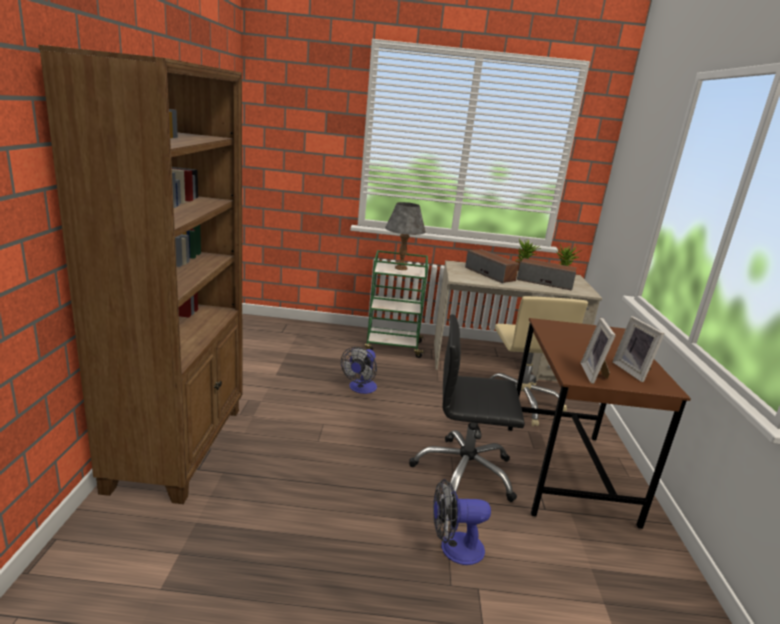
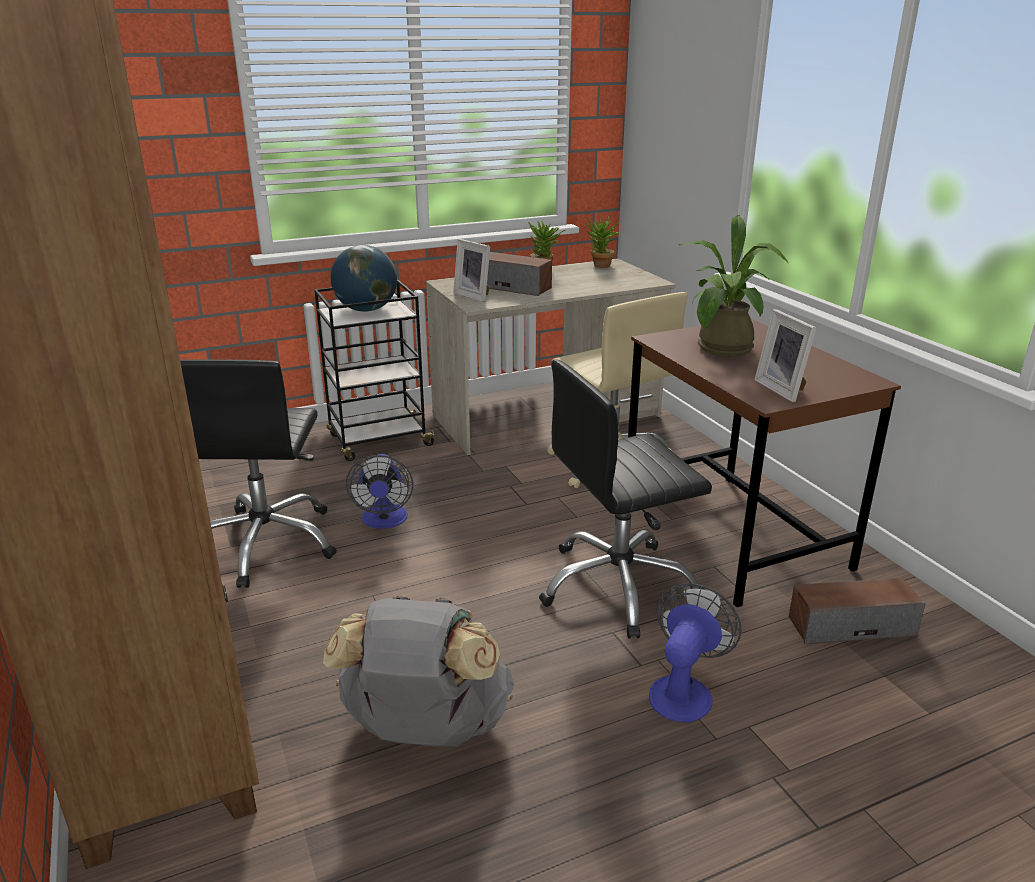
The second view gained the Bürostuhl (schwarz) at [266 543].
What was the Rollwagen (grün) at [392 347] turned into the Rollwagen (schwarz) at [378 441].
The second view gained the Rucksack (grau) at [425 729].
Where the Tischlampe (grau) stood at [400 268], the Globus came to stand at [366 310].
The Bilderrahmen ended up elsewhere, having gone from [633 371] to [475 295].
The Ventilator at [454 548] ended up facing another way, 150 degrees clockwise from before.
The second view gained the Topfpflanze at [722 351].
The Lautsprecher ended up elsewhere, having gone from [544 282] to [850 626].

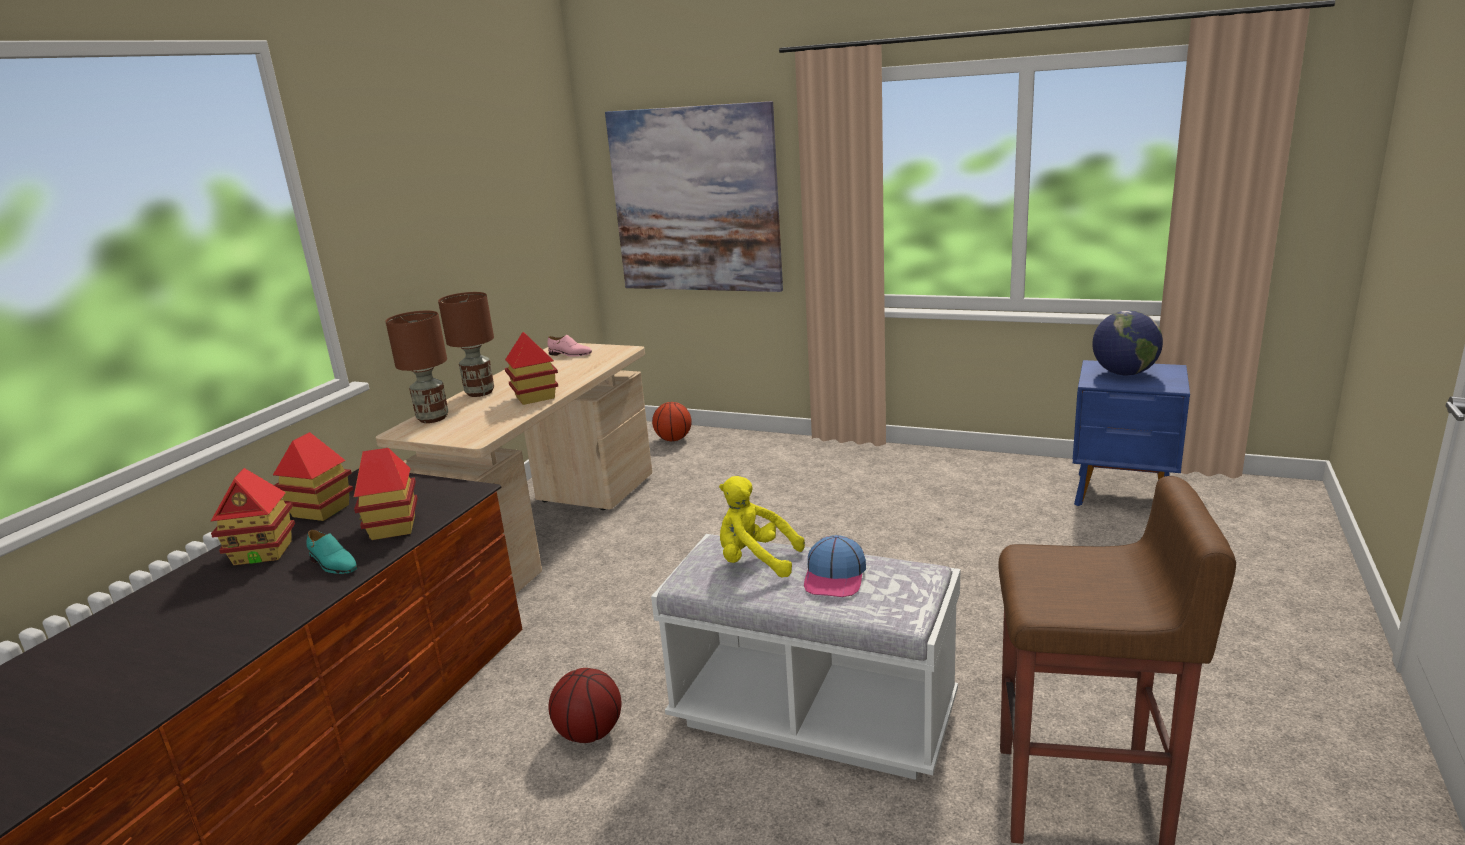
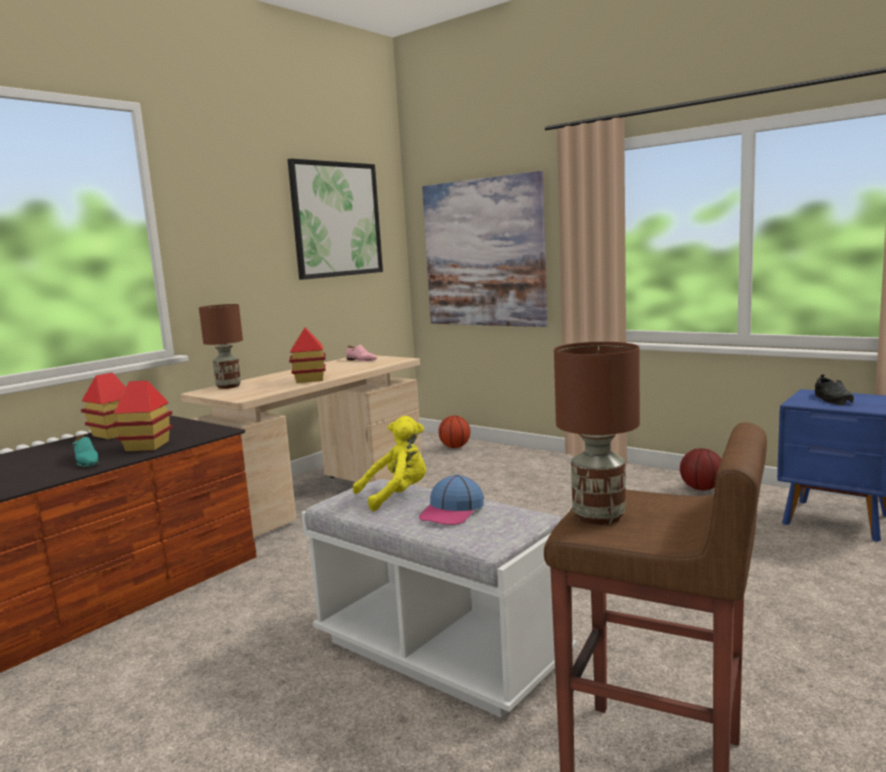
The second view gained the Bild at [336 219].
The Plüschtier (gelb) at [755 561] ended up facing another way, 120 degrees clockwise from before.
The Tischlampe (braun) ended up elsewhere, having gone from [480 392] to [599 516].
The Basketball ended up elsewhere, having gone from [589 733] to [701 488].
Where the Globus stood at [1124 373], the Schuh (schwarz) came to stand at [833 399].
The second view lost the Spielzeughaus at [263 553].

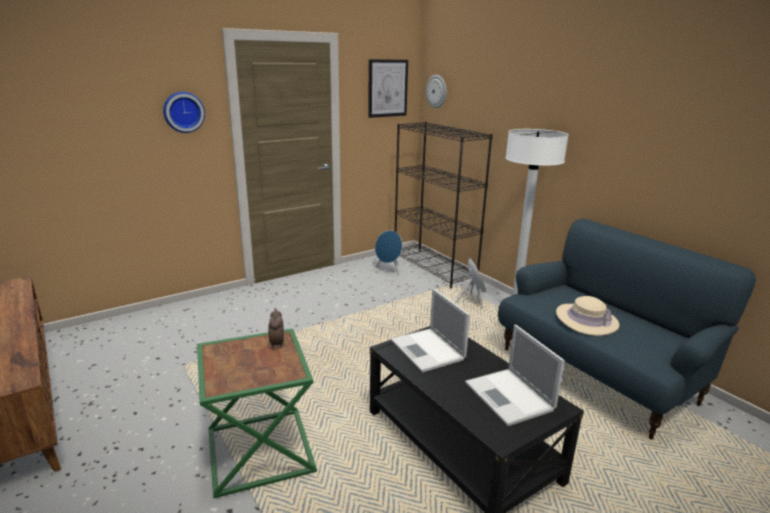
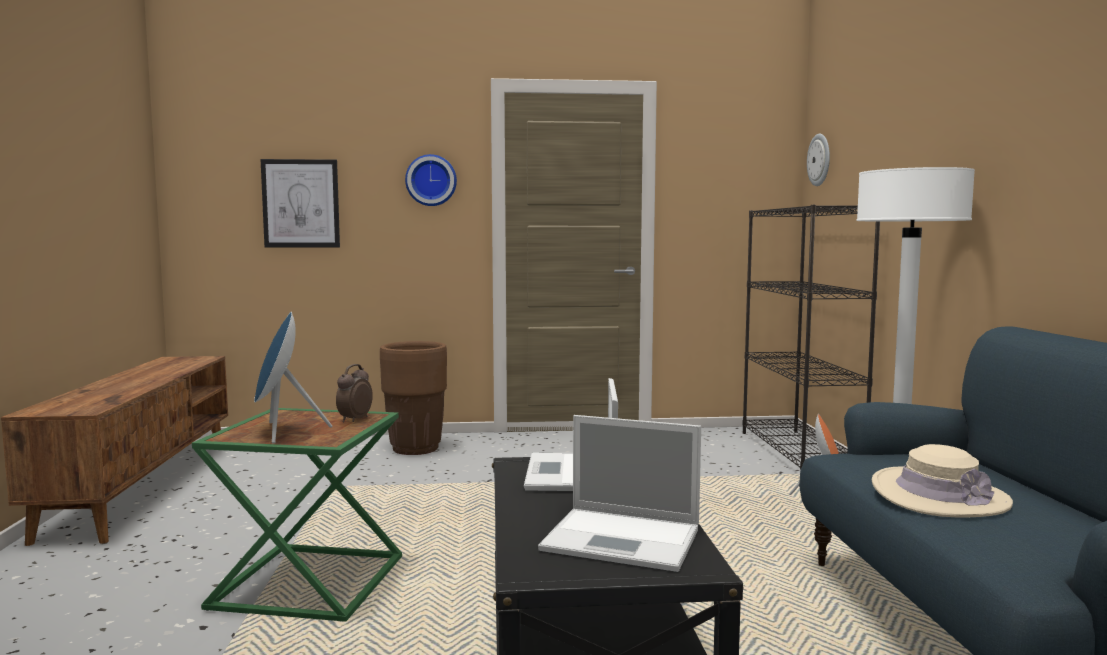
The Lautsprecher (blau) ended up elsewhere, having gone from [389 270] to [282 432].
The Bild ended up elsewhere, having gone from [387 88] to [301 203].
The second view gained the Pflanzkübel (braun) at [416 449].
The Laptop at [510 397] ended up facing another way, 75 degrees counterclockwise from before.

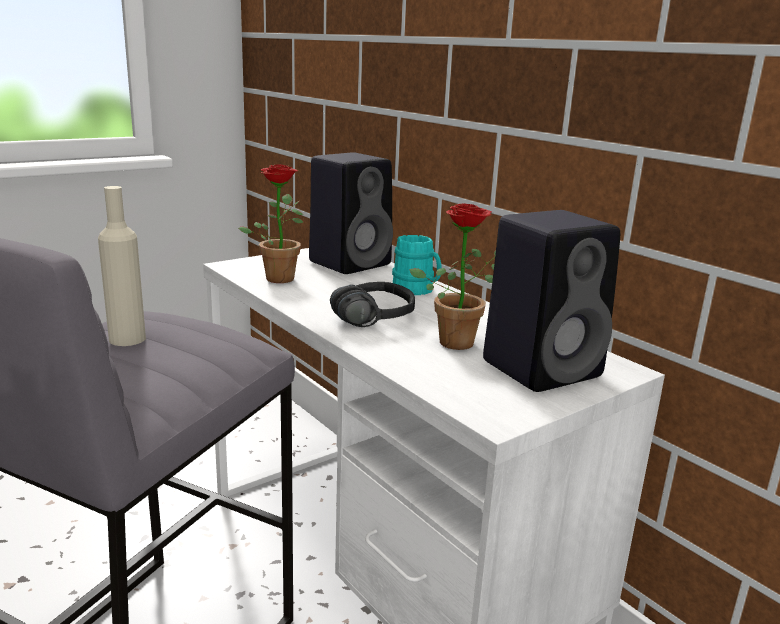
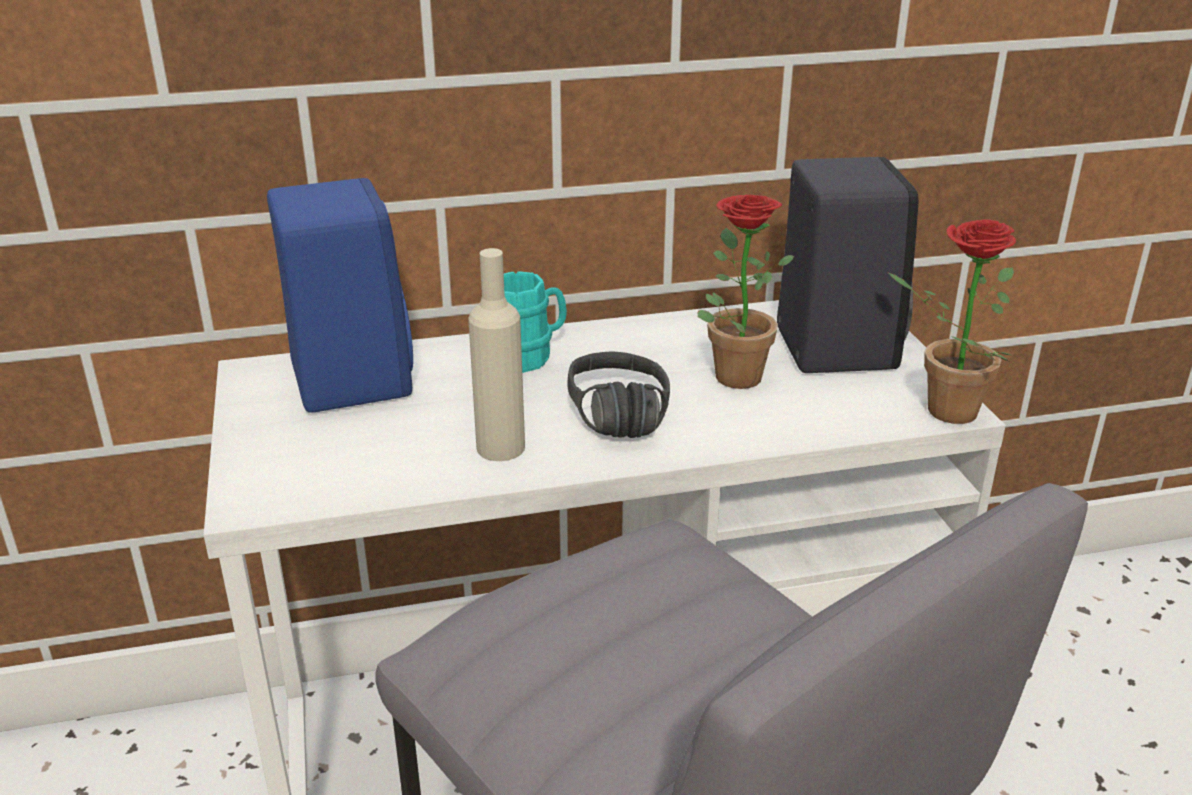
What was the Lautsprecher (schwarz) at [351 262] turned into the Lautsprecher (blau) at [349 378].
The Flasche (beige) ended up elsewhere, having gone from [127 339] to [500 447].
The Topfpflanze ended up elsewhere, having gone from [279 277] to [940 410].

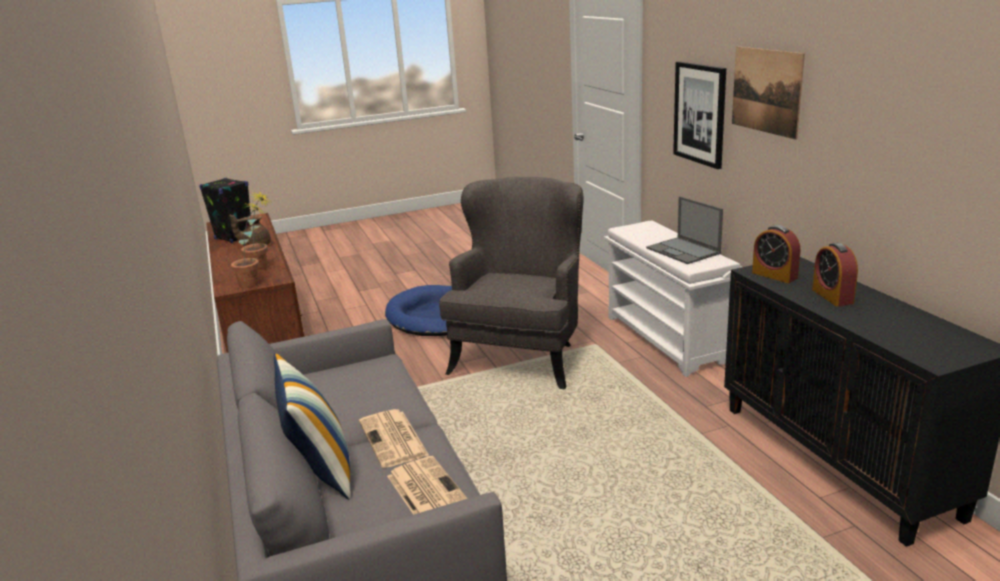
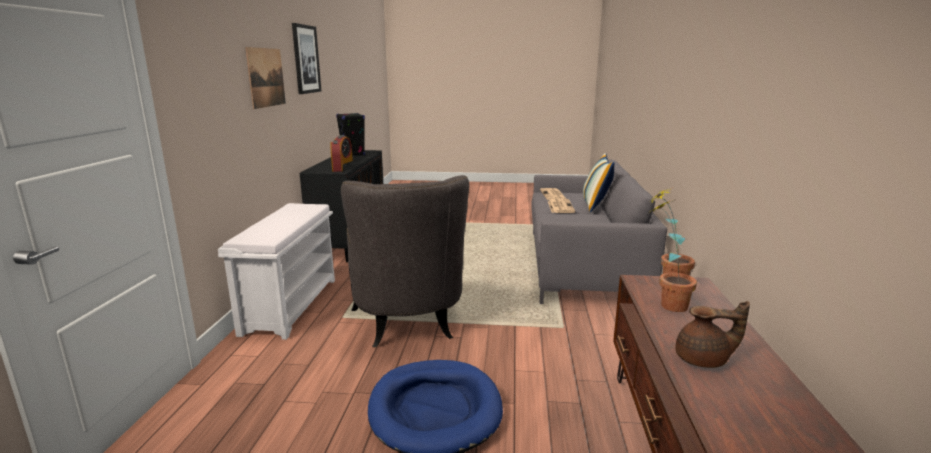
The Bild ended up elsewhere, having gone from [700 113] to [306 59].
The Lautsprecher (schwarz) ended up elsewhere, having gone from [233 237] to [353 154].
The Sessel (grau) at [521 356] ended up facing another way, 60 degrees counterclockwise from before.
The second view lost the Laptop at [684 251].

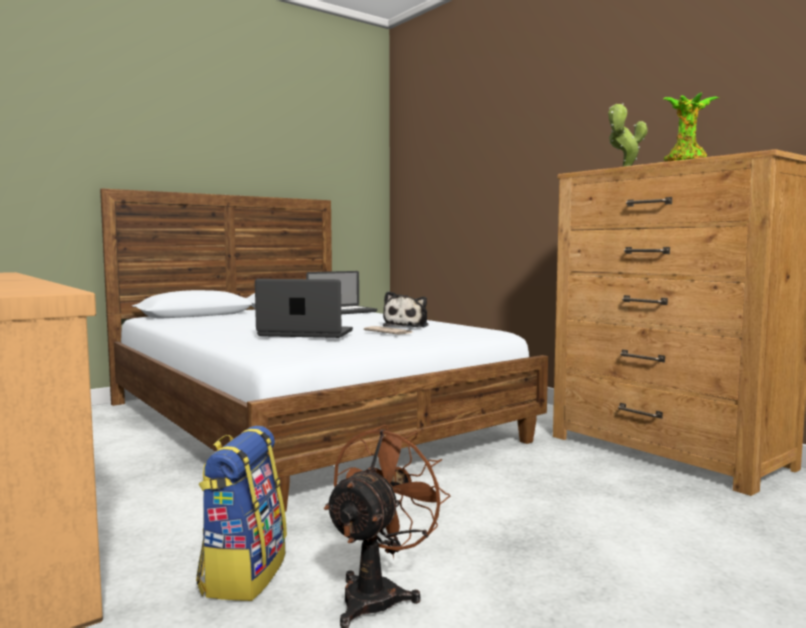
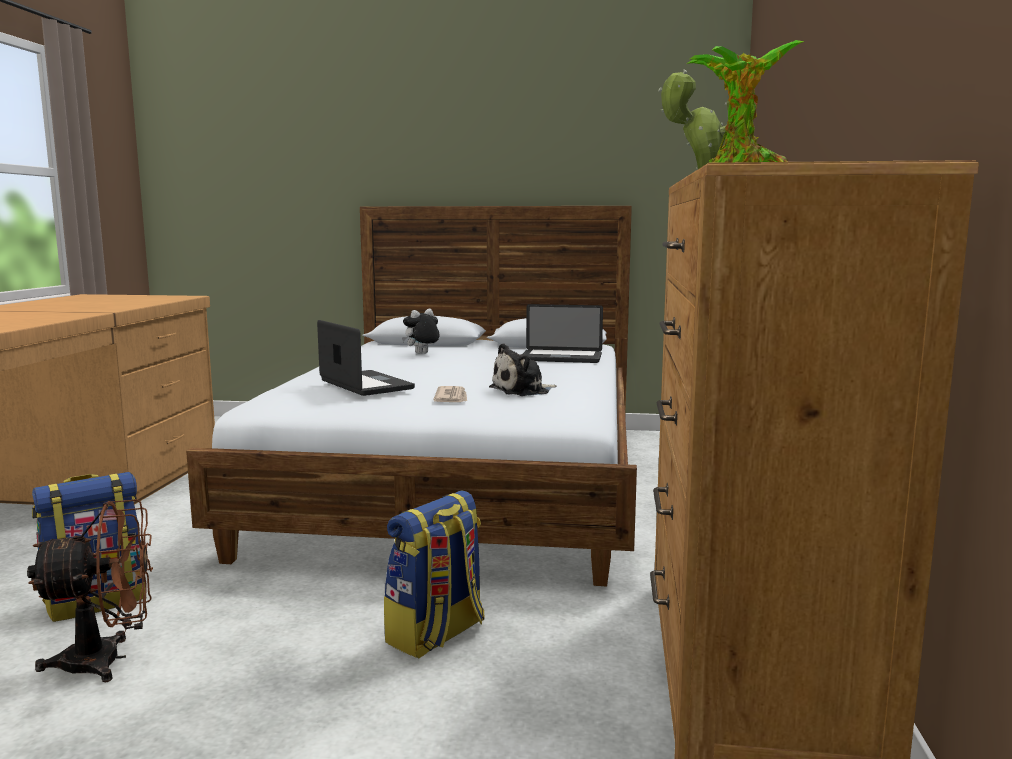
The second view gained the Rucksack at [436 634].
The second view gained the Plüschtier at [422 354].

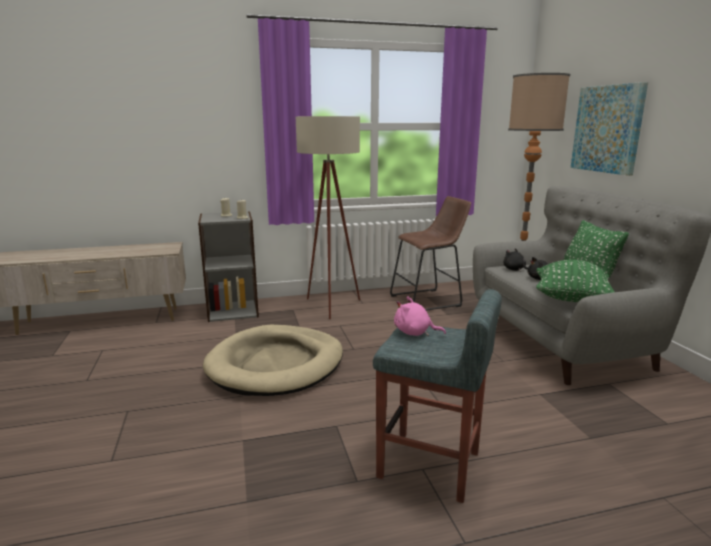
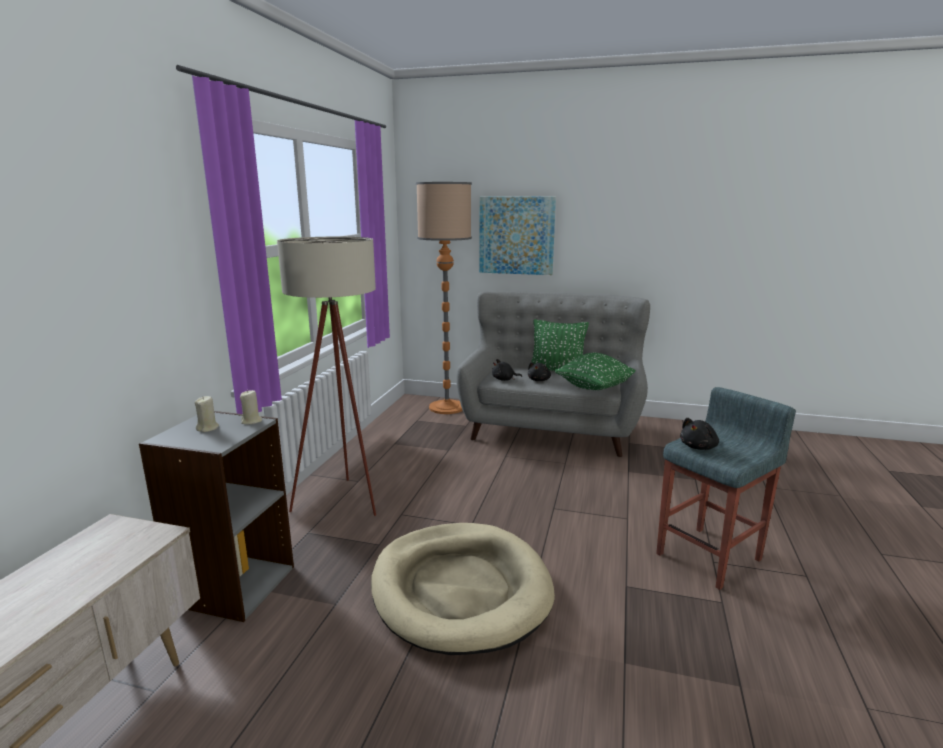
What was the Plüschtier (rosa) at [414 333] turned into the Plüschtier (schwarz) at [699 447].
The second view lost the Hocker (braun) at [429 300].

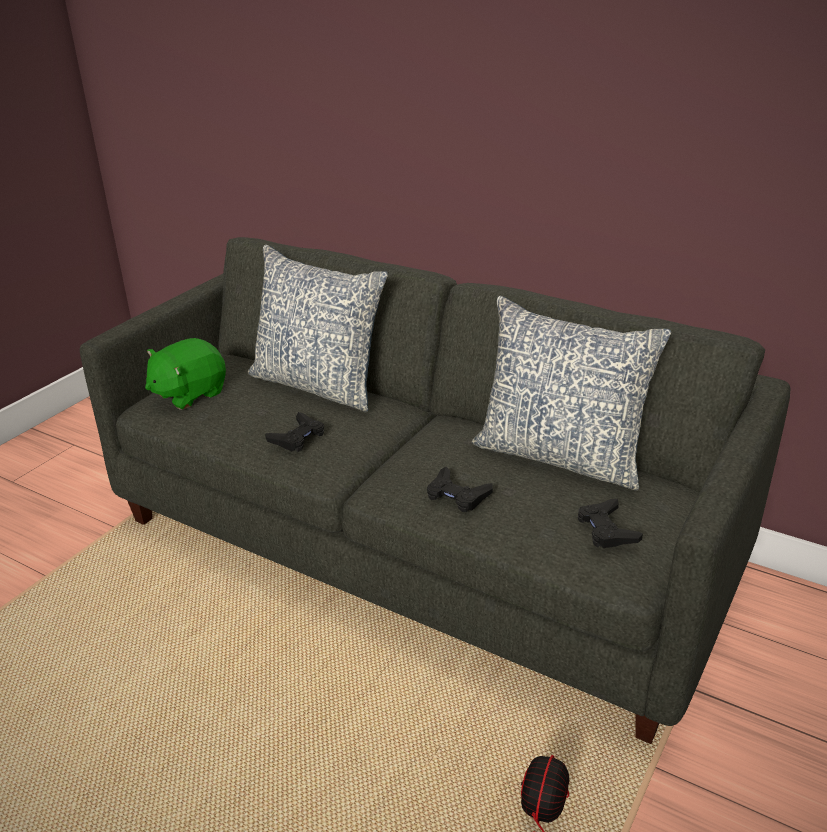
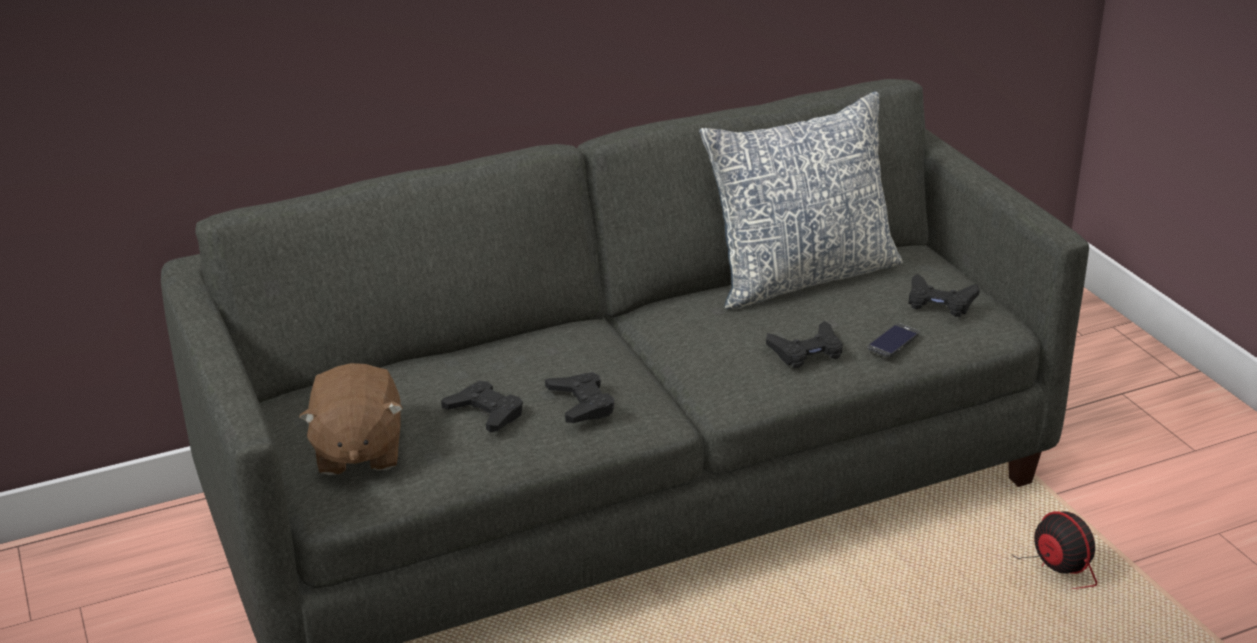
What was the Plüschtier (grün) at [189 394] turned into the Plüschtier (braun) at [357 451].
The second view gained the Gamepad (schwarz) at [485 413].
The second view gained the Handy at [893 341].
The second view lost the Kissen at [318 385].

